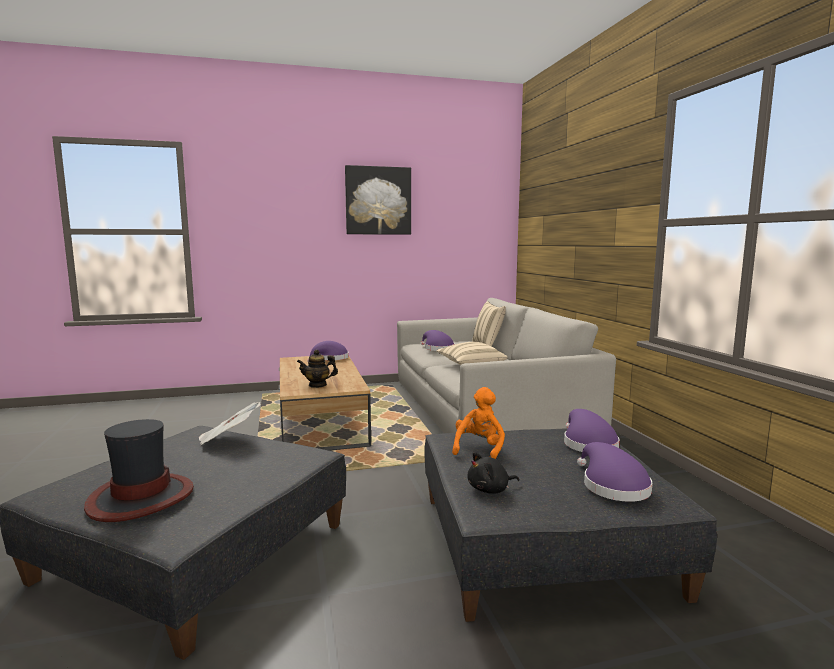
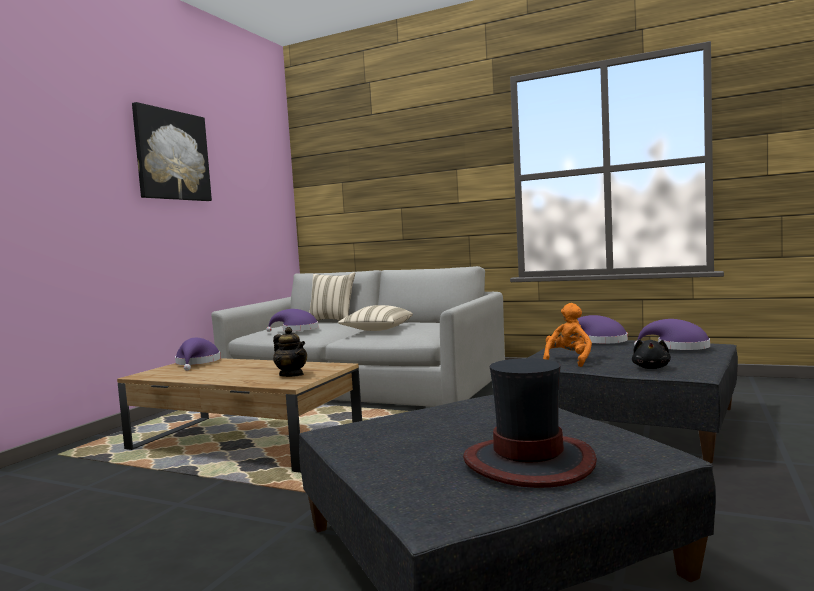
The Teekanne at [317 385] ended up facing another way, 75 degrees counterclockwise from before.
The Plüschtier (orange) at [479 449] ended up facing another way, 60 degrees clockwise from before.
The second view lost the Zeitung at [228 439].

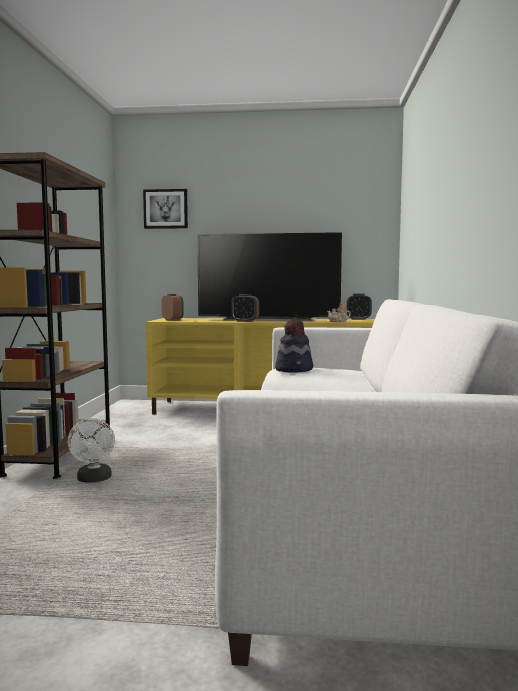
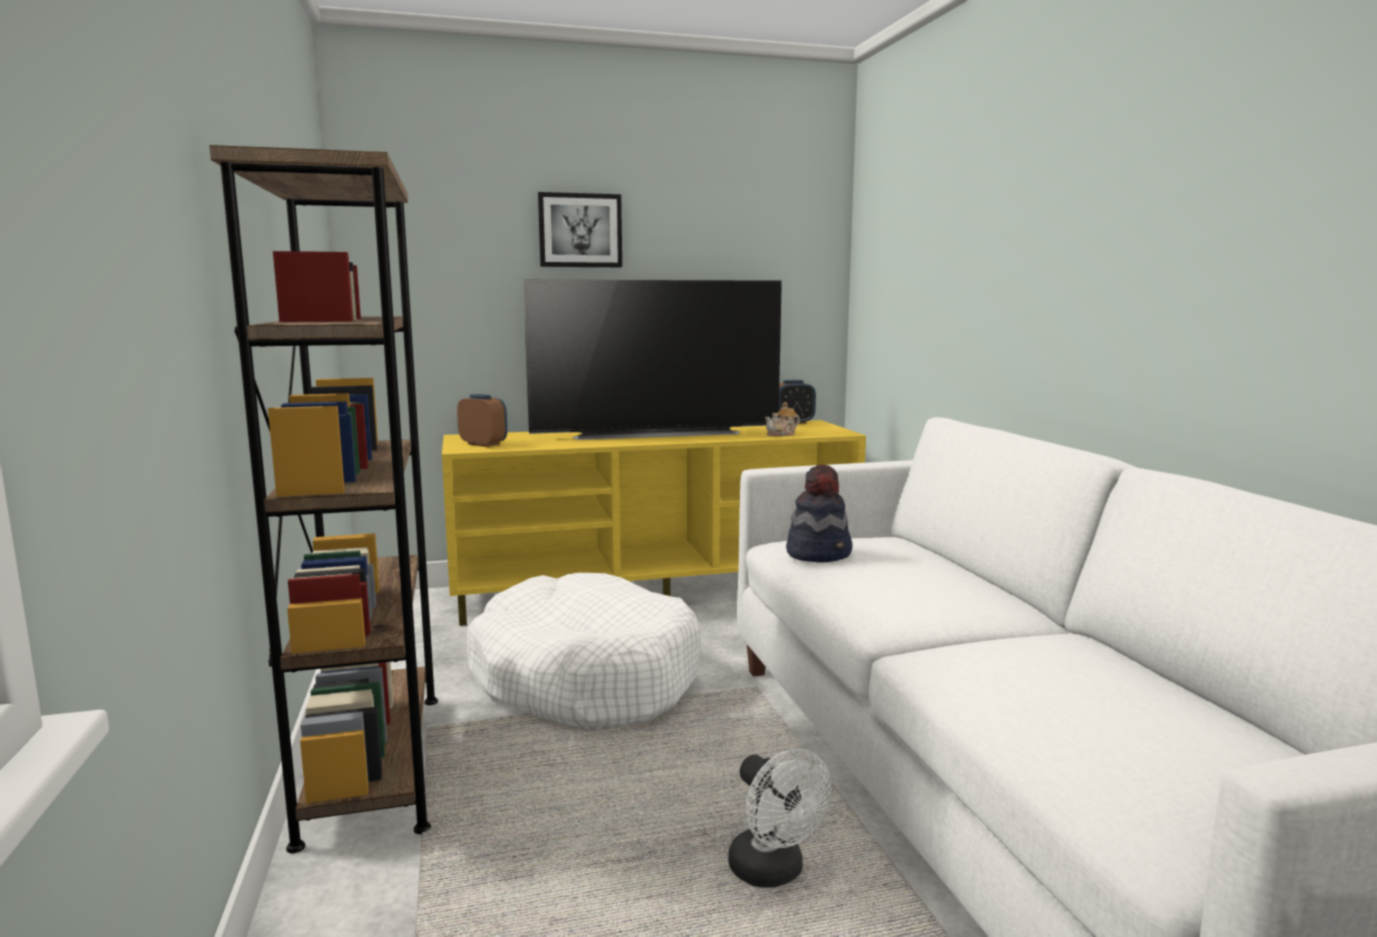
The second view gained the Hundebett (weiß) at [585 678].
The Bild ended up elsewhere, having gone from [165 209] to [580 230].
The Ventilator (weiß) ended up elsewhere, having gone from [94 479] to [773 872].
The second view lost the Wecker at [245 321].

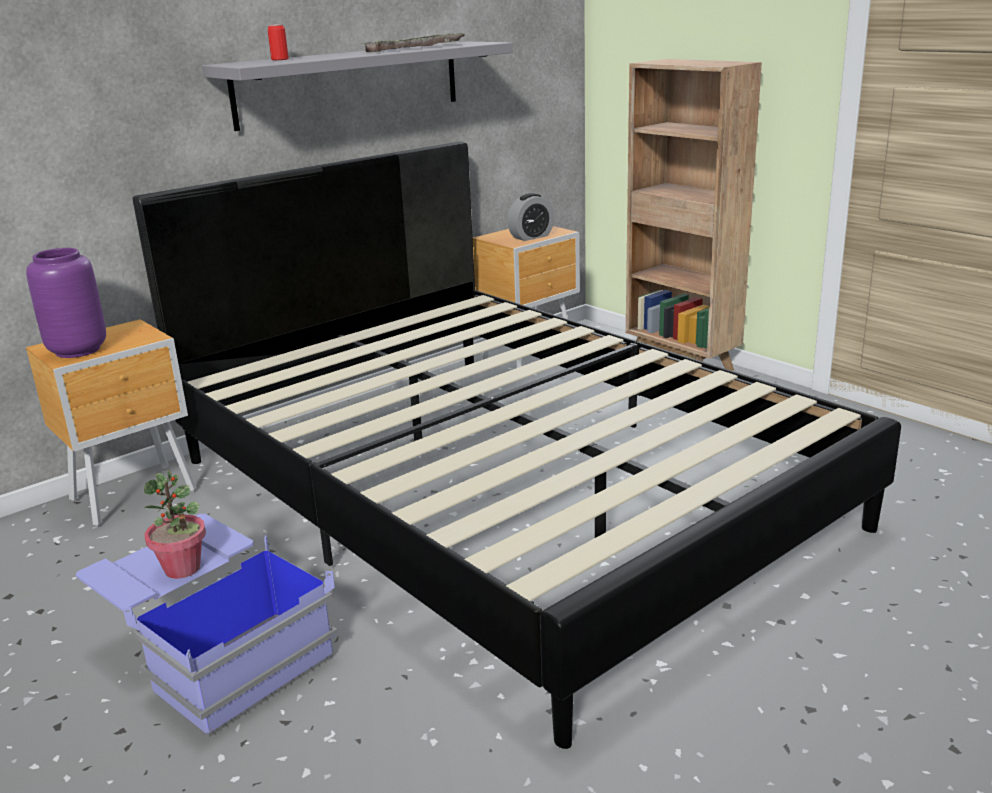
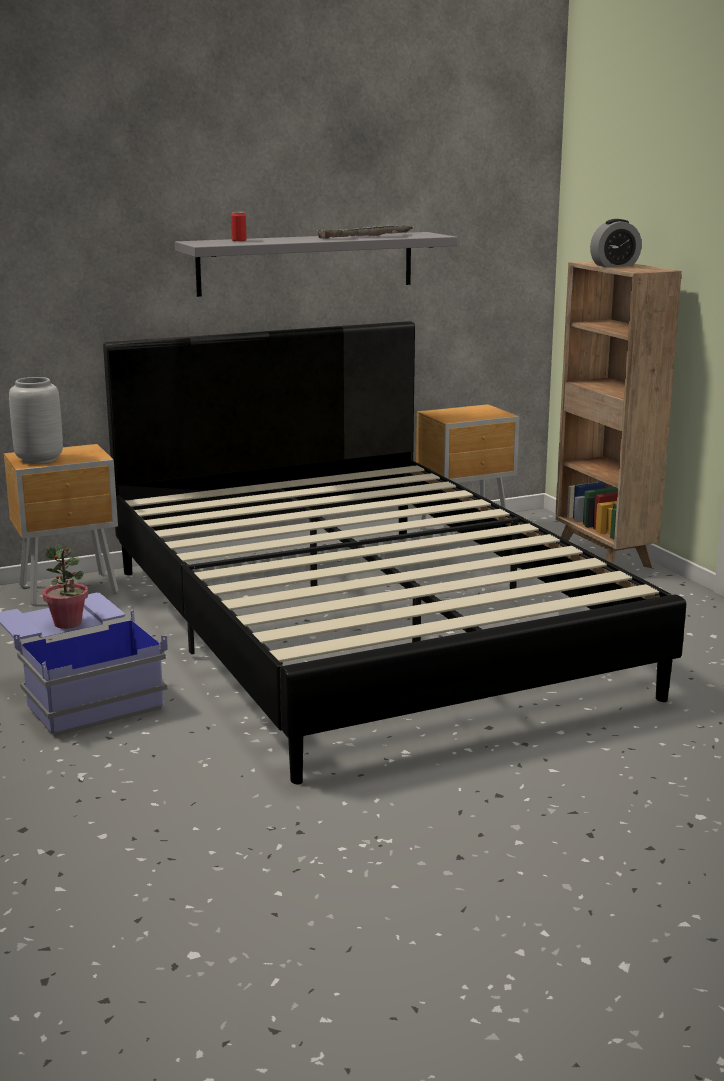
What was the Vase (lila) at [77 351] turned into the Vase (grau) at [38 459].
The Wecker ended up elsewhere, having gone from [531 237] to [614 265].

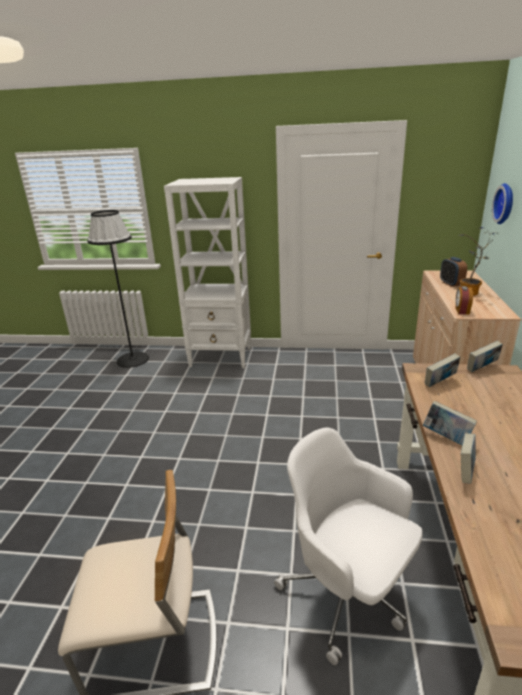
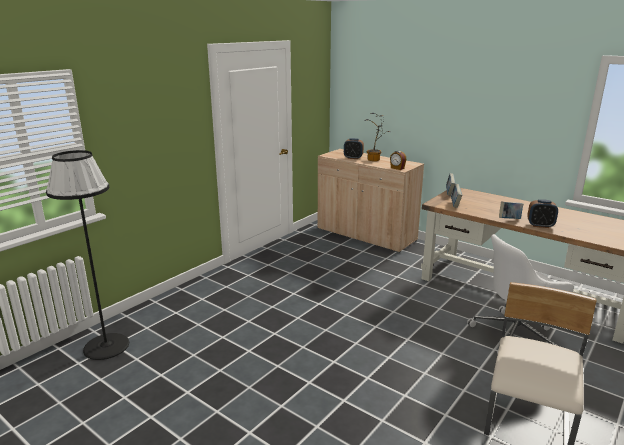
Where the Buch stood at [465 472], the Wecker came to stand at [540 225].
The second view lost the Bücherregal (weiß) at [221 357].
The second view lost the Wanduhr at [506 203].

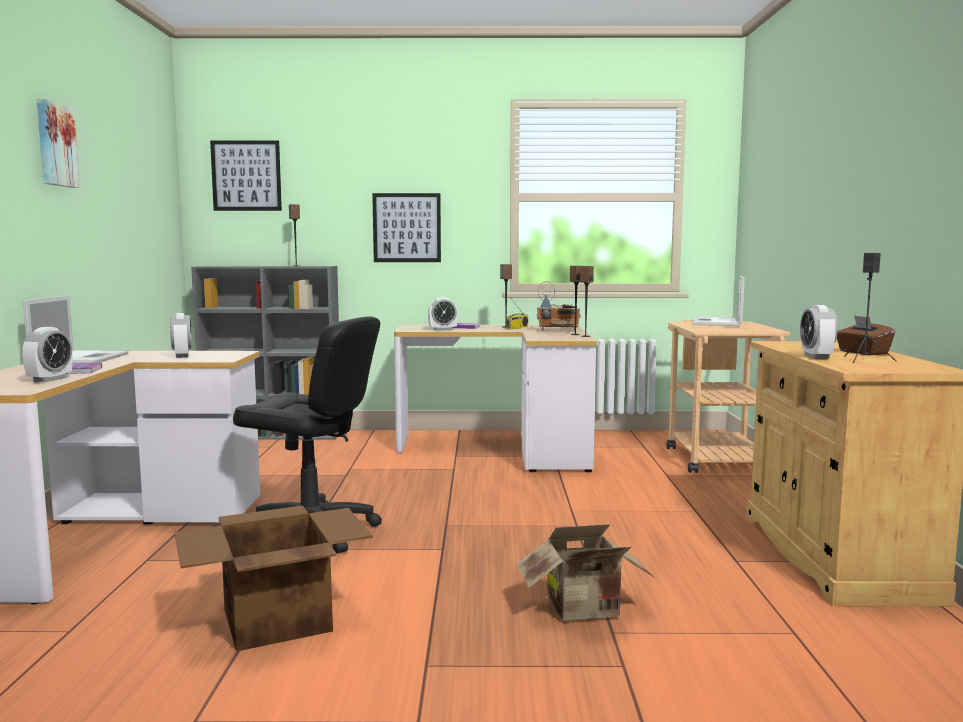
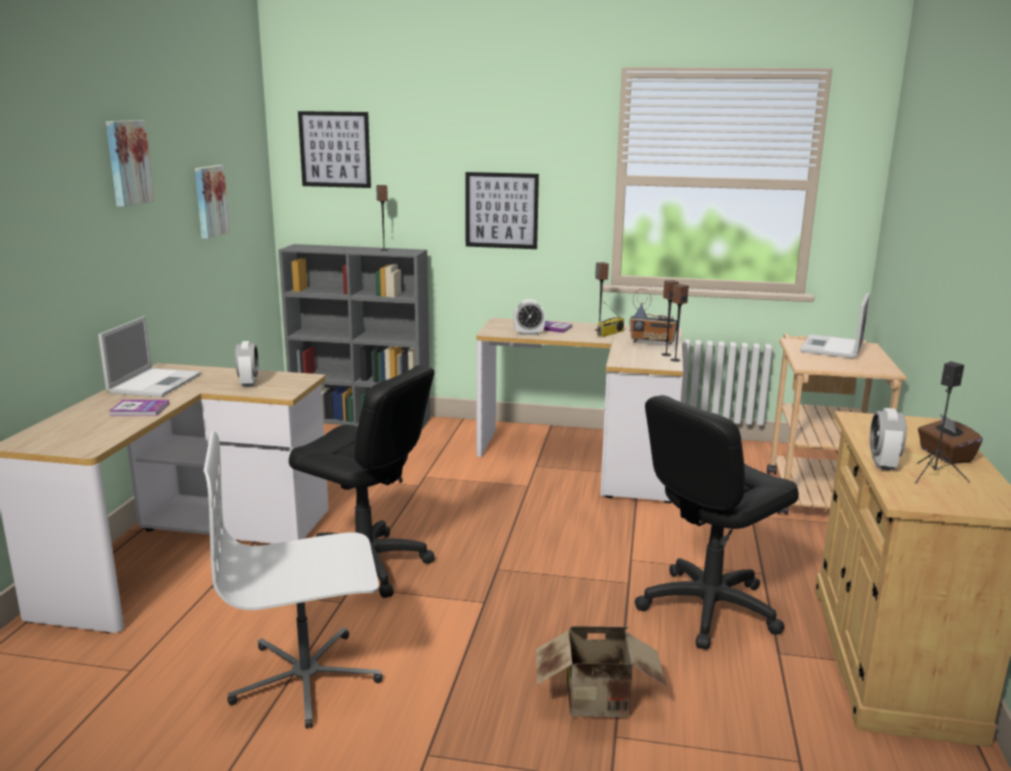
The second view gained the Bild at [209 201].
Where the Karton stood at [275 620], the Bürostuhl (weiß) came to stand at [307 679].
The second view gained the Bürostuhl (schwarz) at [708 608].
The second view lost the Wecker at [50 379].

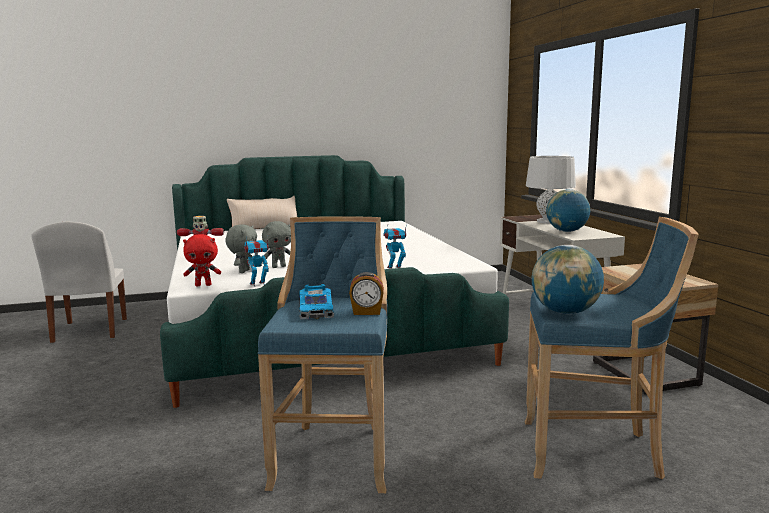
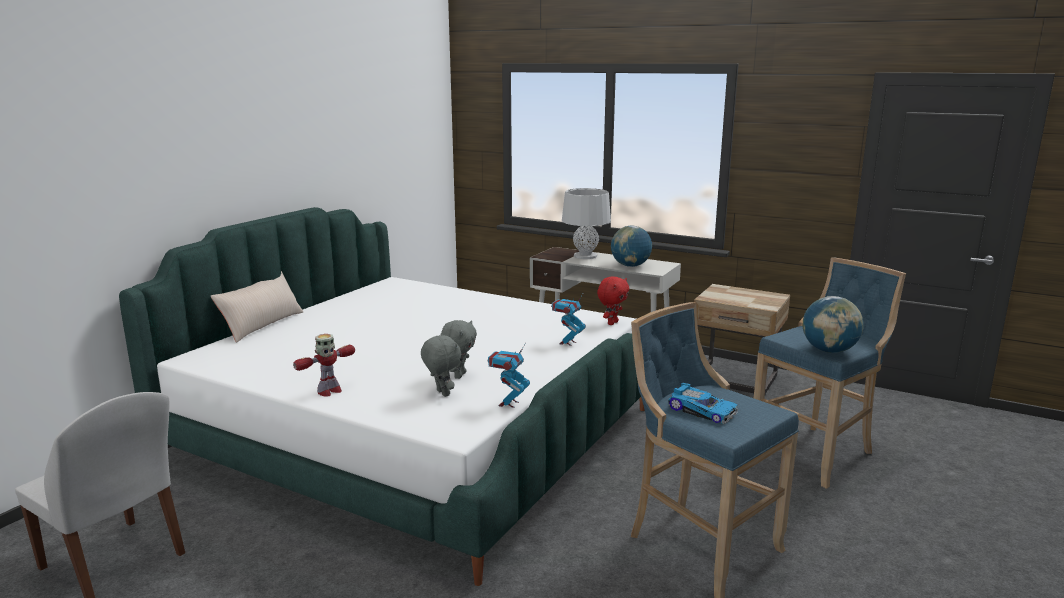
The Plüschtier (rot) ended up elsewhere, having gone from [203 285] to [612 323].
The second view lost the Wecker at [367 312].

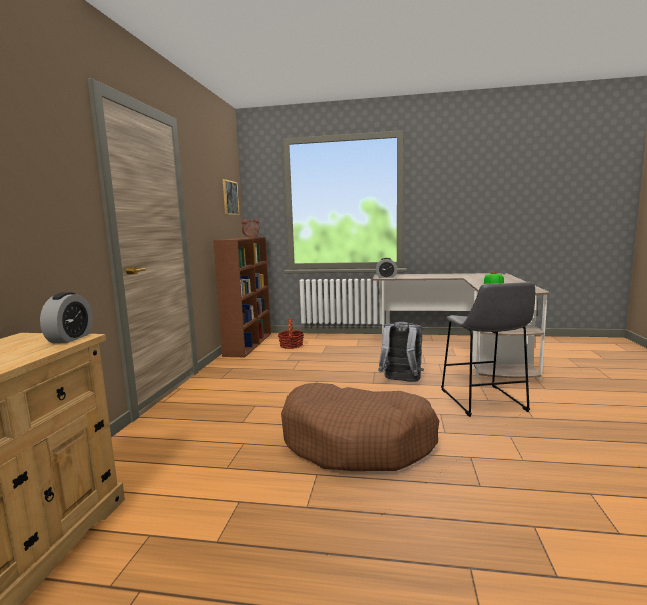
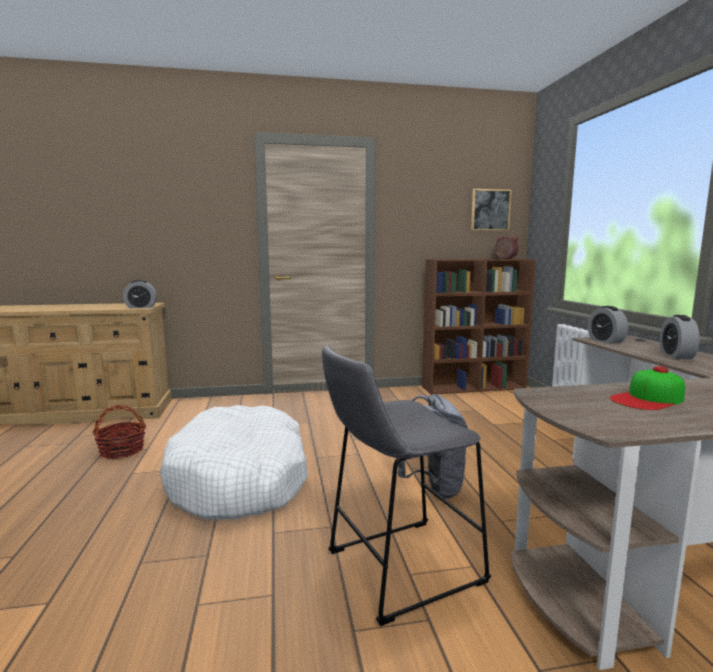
The Korb ended up elsewhere, having gone from [291 345] to [122 451].
What was the Hundebett (braun) at [357 442] turned into the Hundebett (weiß) at [240 479].
The second view gained the Wecker at [676 355].

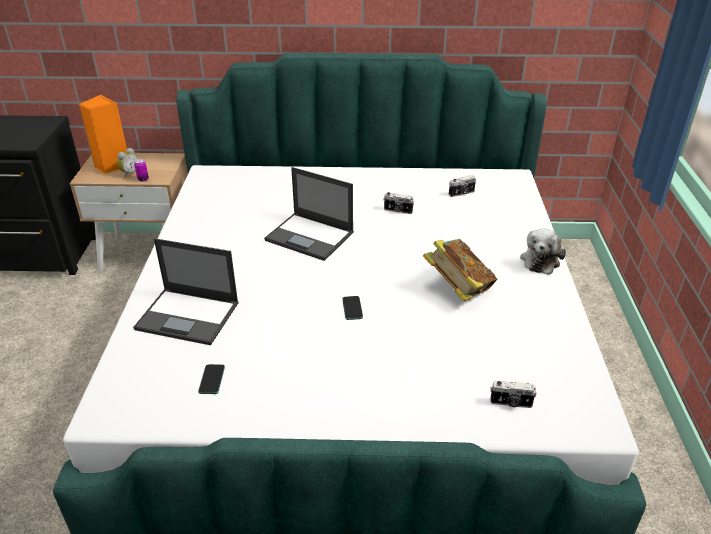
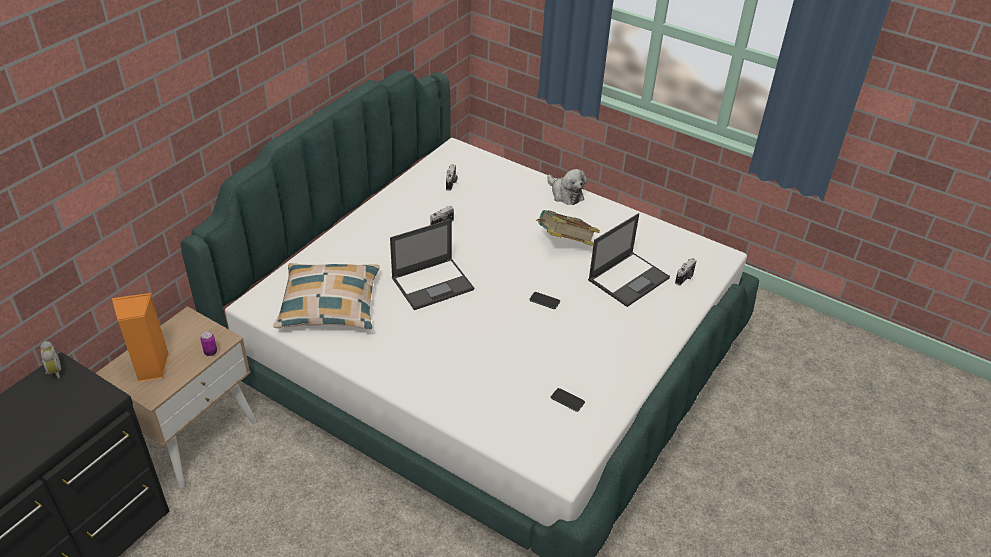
The Wecker ended up elsewhere, having gone from [129 173] to [53 372].
The second view gained the Kissen at [329 305].
The Laptop ended up elsewhere, having gone from [189 316] to [629 278].

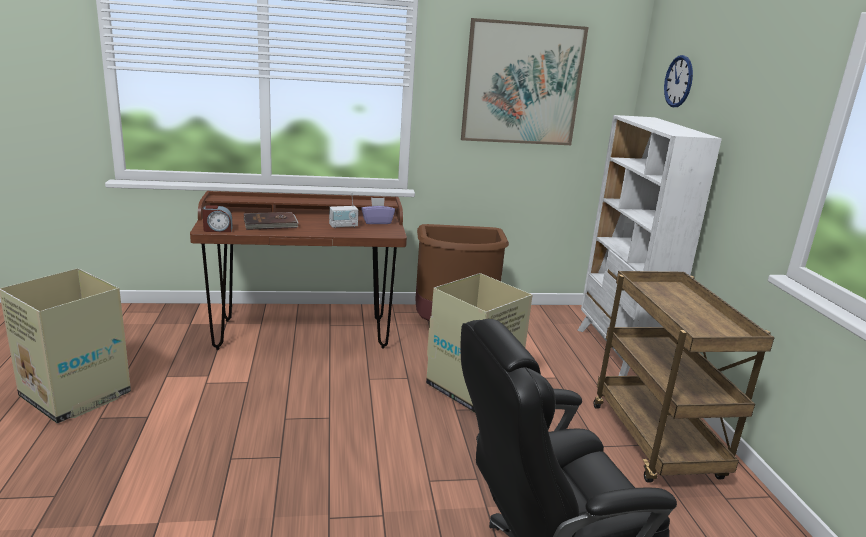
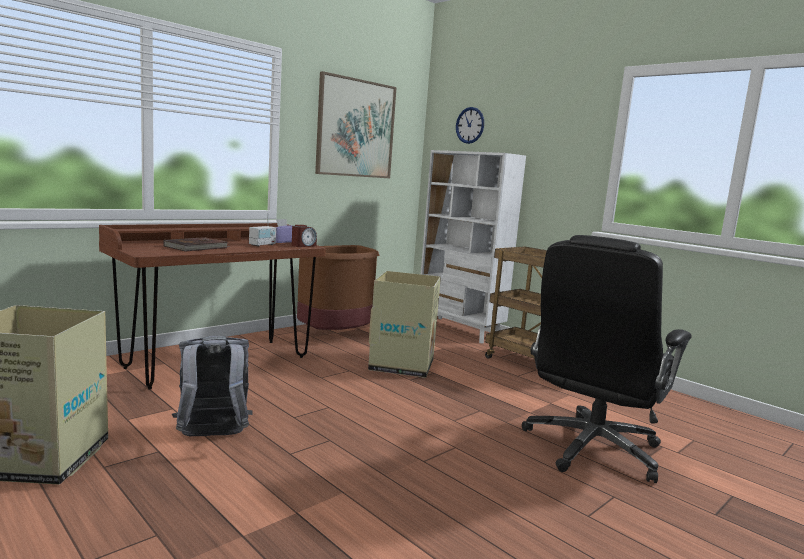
The second view gained the Rucksack (grau) at [212 438].
The Wecker ended up elsewhere, having gone from [218 230] to [303 245].

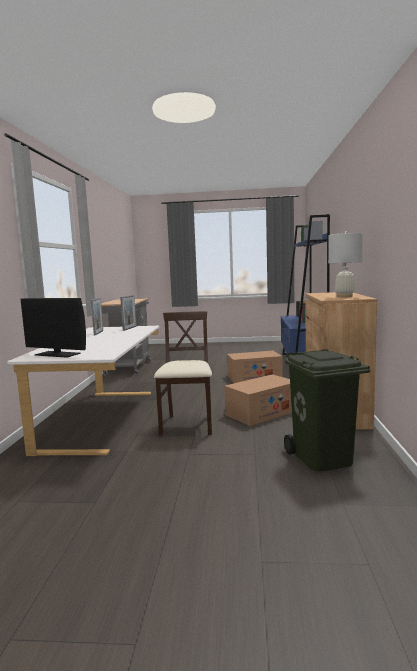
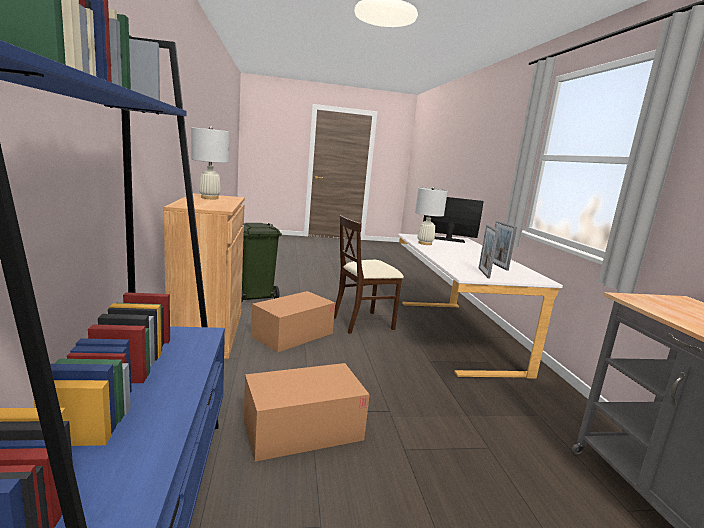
The Stuhl (beige) at [188 425] ended up facing another way, 75 degrees clockwise from before.
The second view gained the Tischlampe (weiß) at [425 243].

